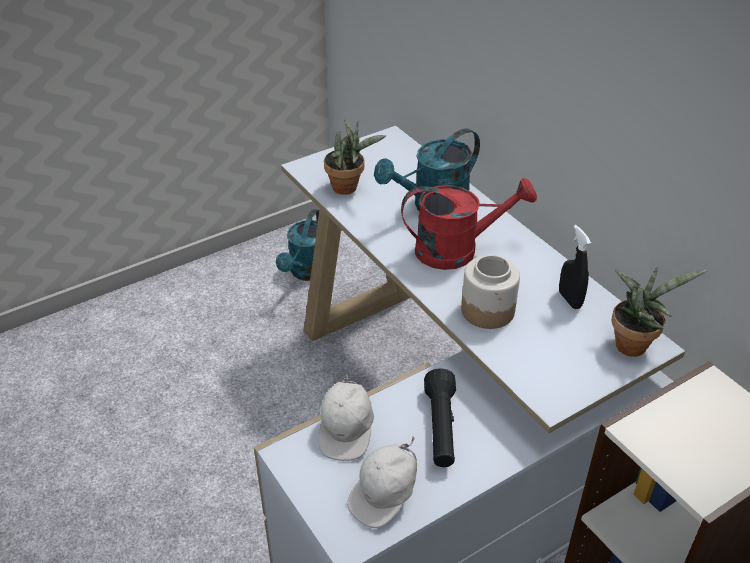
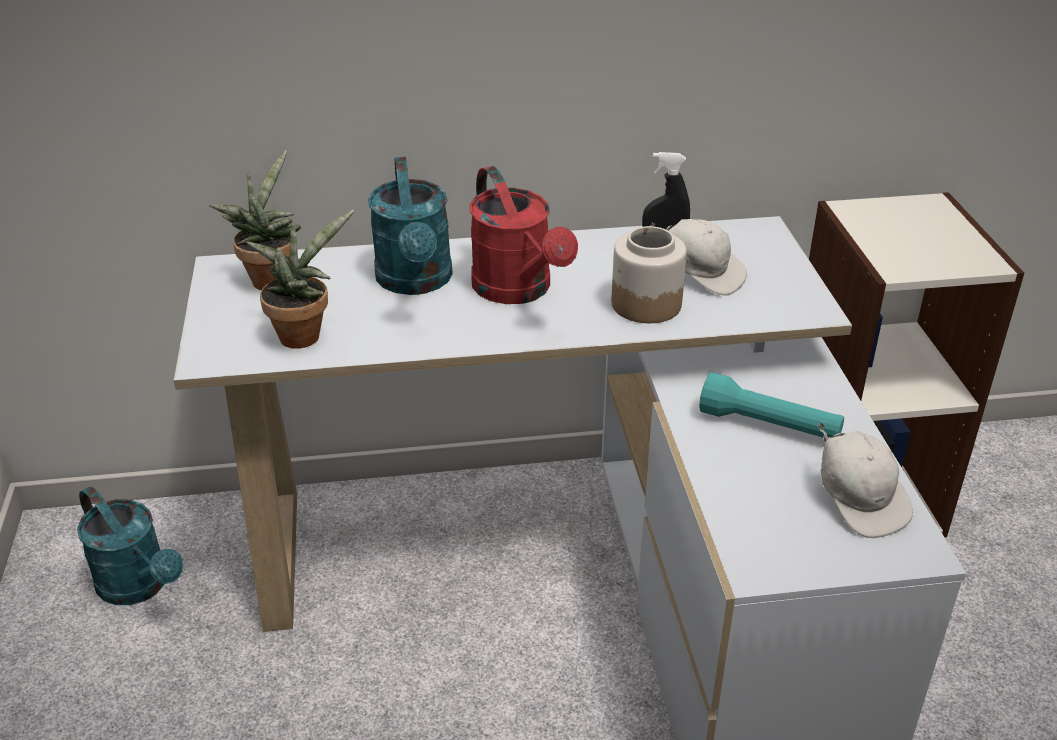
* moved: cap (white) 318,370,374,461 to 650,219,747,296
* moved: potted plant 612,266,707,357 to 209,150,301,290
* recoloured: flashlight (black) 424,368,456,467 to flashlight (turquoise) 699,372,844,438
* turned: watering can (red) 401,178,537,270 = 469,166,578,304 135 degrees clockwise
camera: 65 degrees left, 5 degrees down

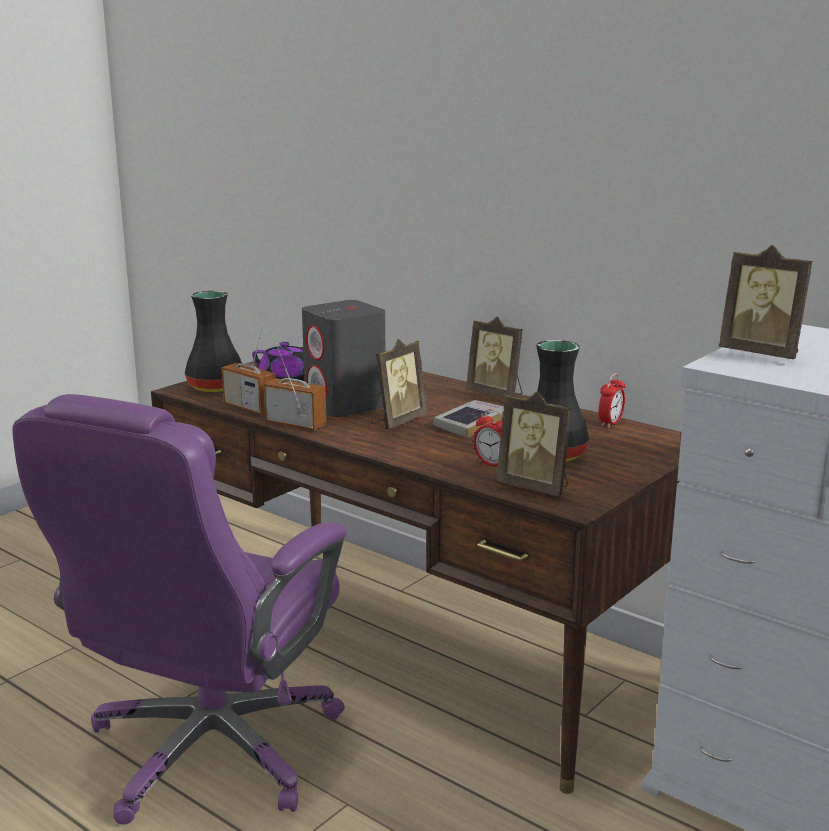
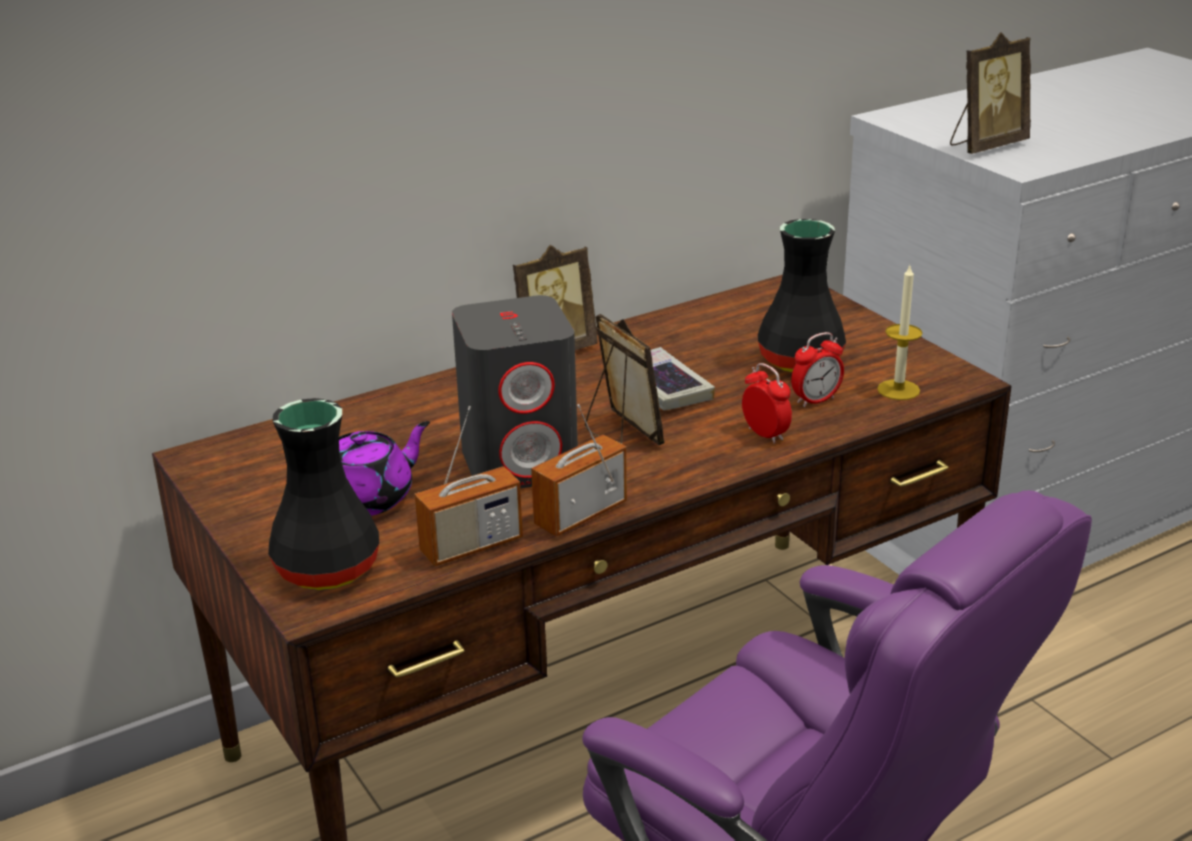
* moved: alarm clock 598,373,626,428 to 742,363,792,444
* replaced: picture frame 496,391,572,496 to candle 877,266,923,400
camera: 70 degrees left, 10 degrees up

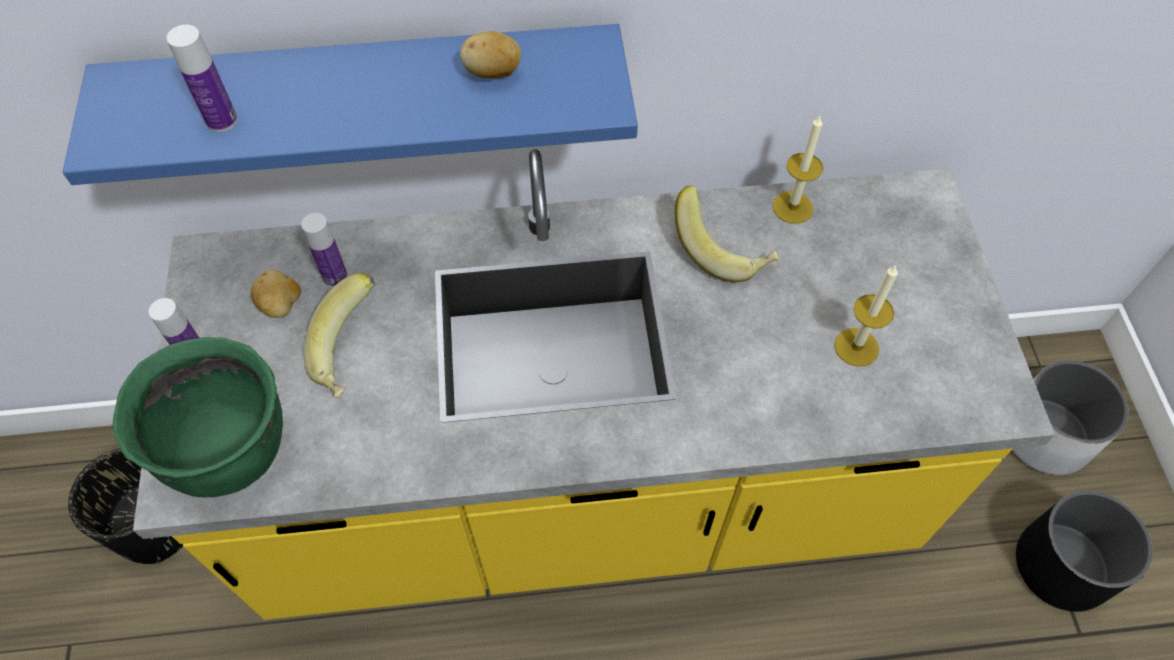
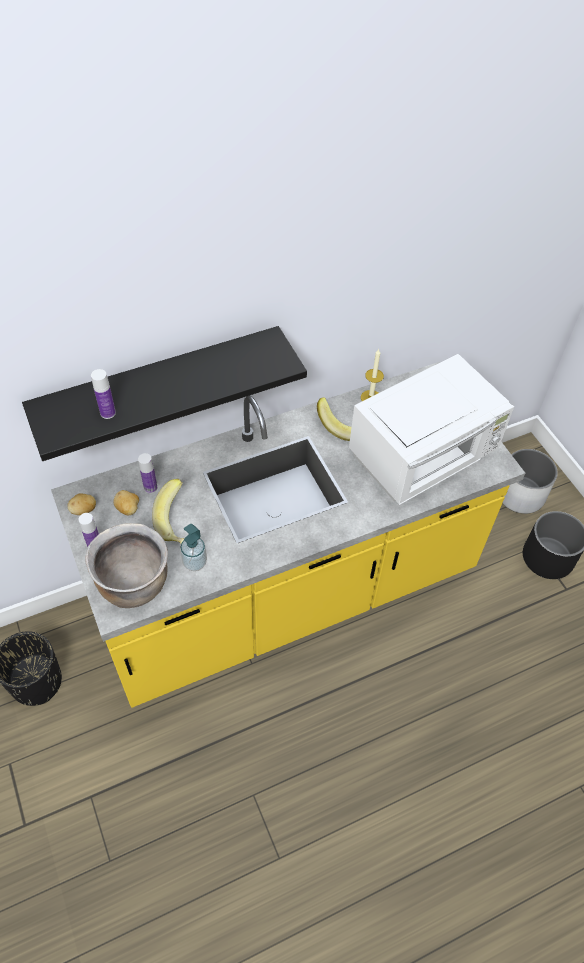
* added: soap dispenser 180,524,207,571
* moved: potato 460,31,521,78 to 67,493,96,515
* replaced: candle 834,265,898,366 to microwave (white) 349,354,514,505
* recoloured: shelf (blue) 63,24,638,185 to shelf (black) 22,326,307,461
* recoloured: cooking pot (green) 113,337,283,497 to cooking pot (brown) 85,523,168,608
camera: 20 degrees left, 5 degrees down

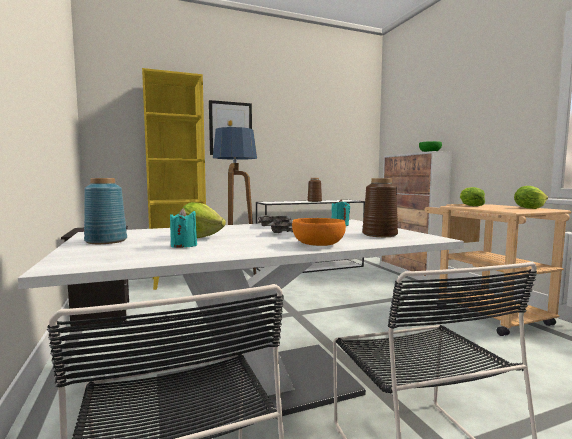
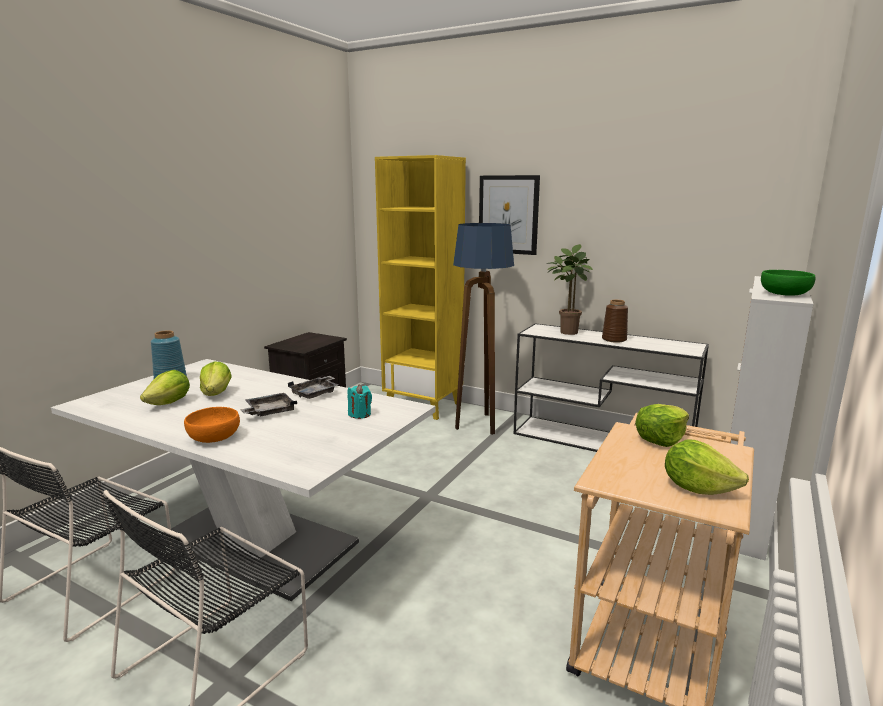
* removed: vase (brown) 362,178,398,237
* added: potted plant 548,244,593,335
* replaced: candle (turquoise) 170,208,197,248 to lettuce 140,370,190,405
camera: 50 degrees right, 10 degrees up

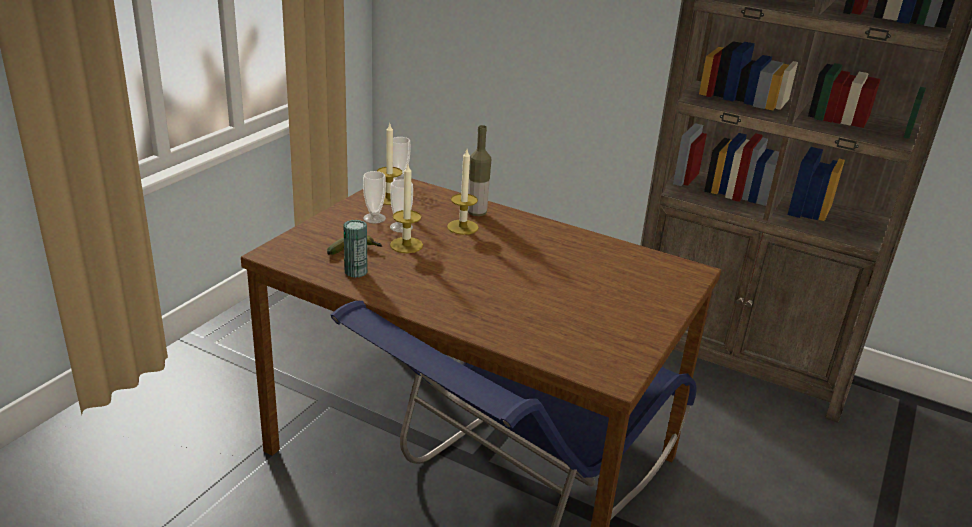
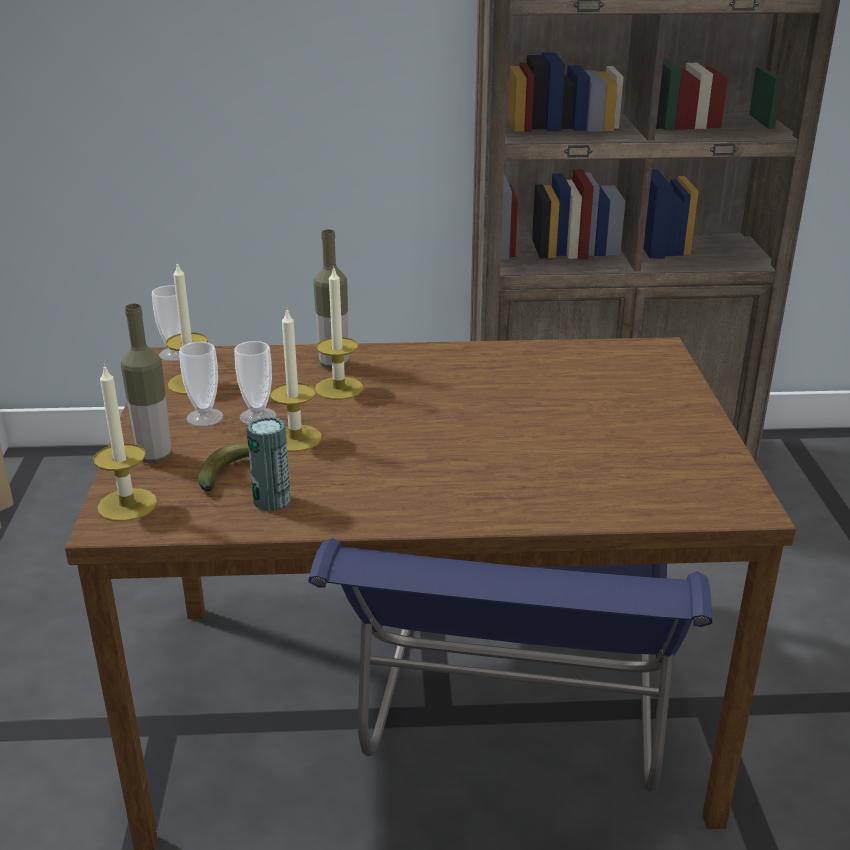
* added: candle 93,364,157,522
* added: bottle 121,304,172,463
camera: 30 degrees left, 0 degrees up

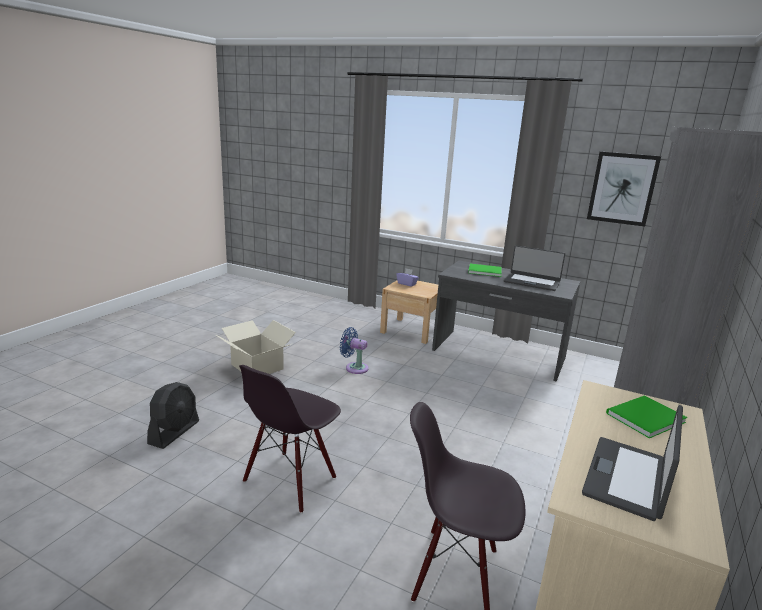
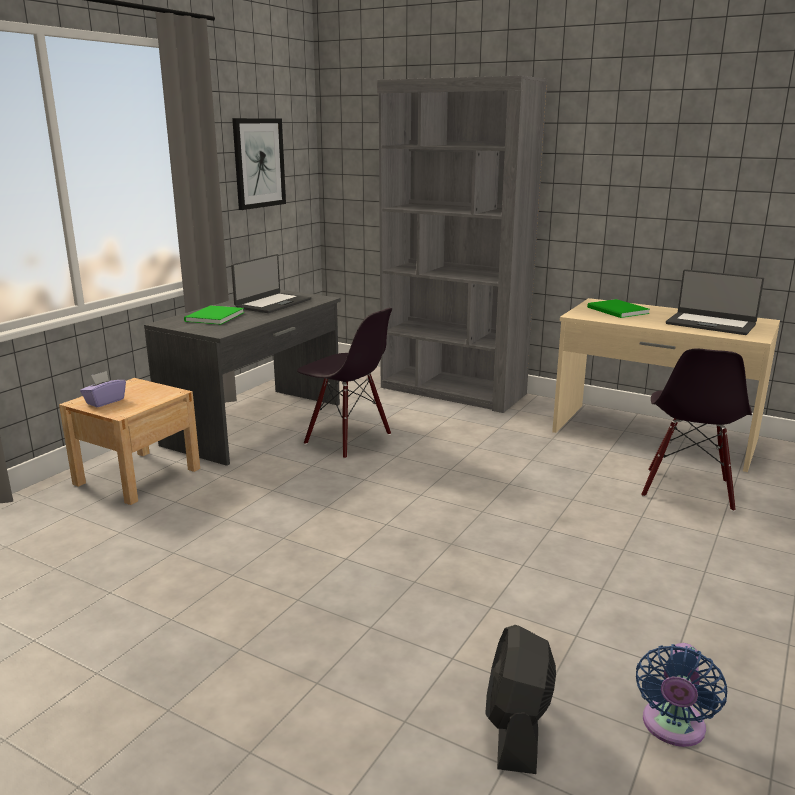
* removed: cardboard box 216,320,296,374
* moved: chair (black) 239,365,341,513 to 297,308,392,459
* moved: fan (blue) 340,327,369,374 to 636,643,727,747
* turned: fan (black) 147,382,199,449 = 485,625,556,774 105 degrees counterclockwise
camera: 85 degrees left, 0 degrees up

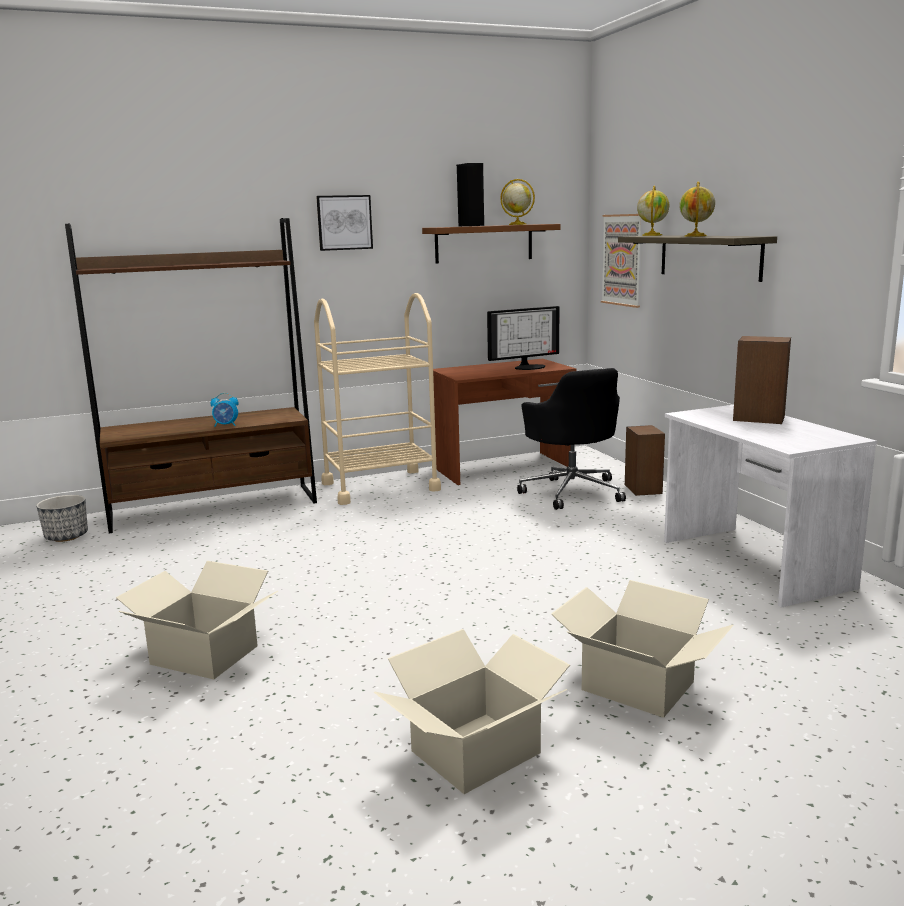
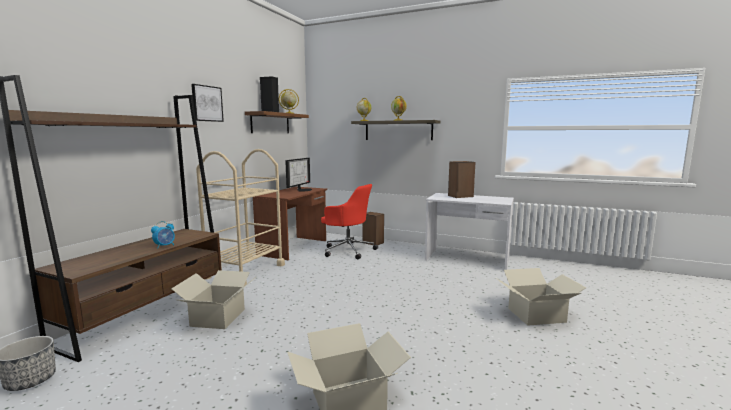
* removed: picture 601,214,641,308
* moved: cardboard box 374,629,570,794 to 171,270,257,329
* recoloured: office chair (black) 517,368,626,510 to office chair (red) 321,184,378,259
camera: 45 degrees left, 5 degrees down

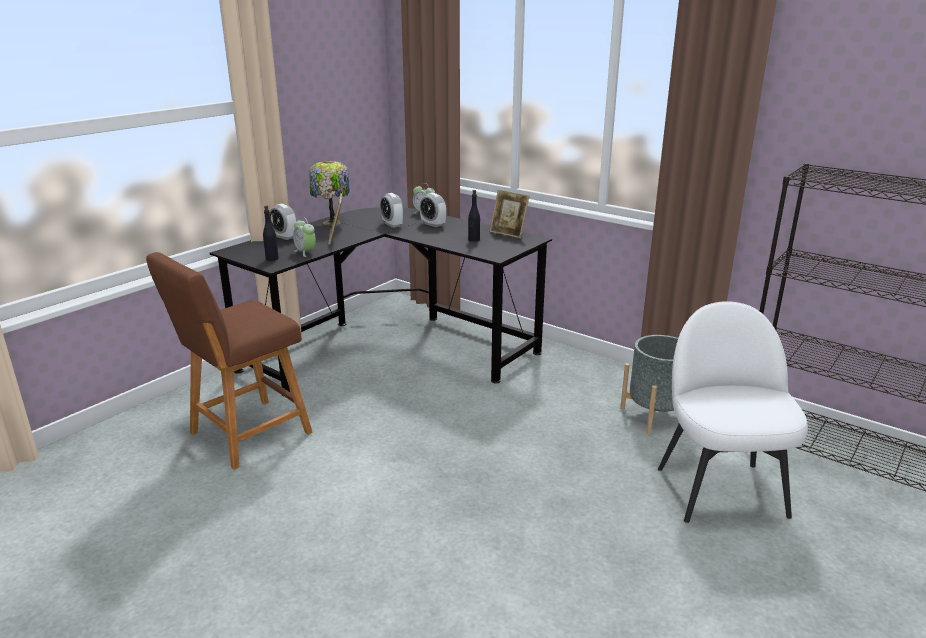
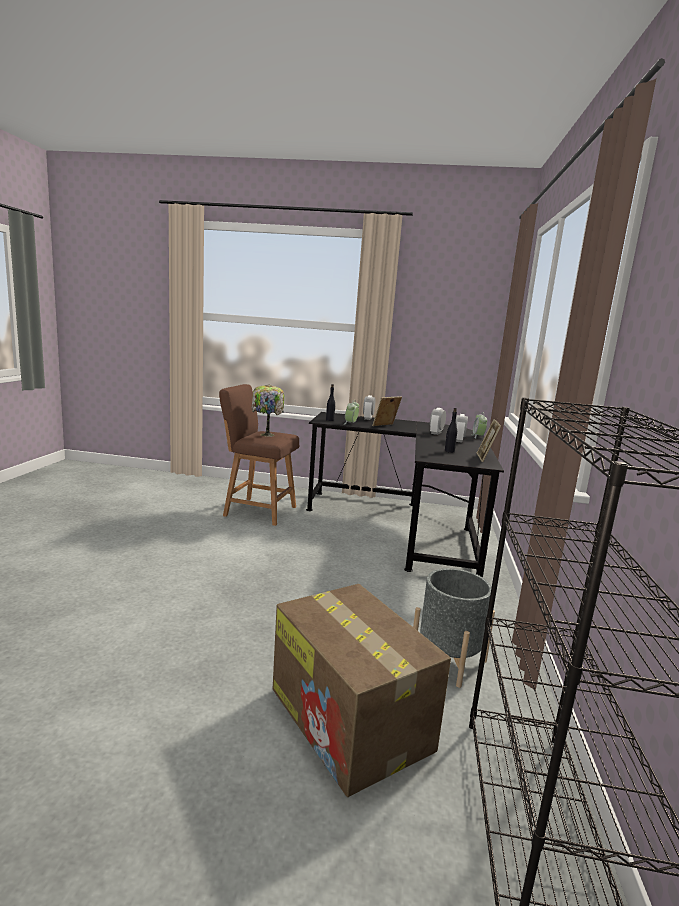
* moved: table lamp 309,160,350,225 to 252,384,284,437
* replaced: chair (white) 658,301,808,523 to cardboard box 273,584,451,797
camera: 60 degrees right, 10 degrees down

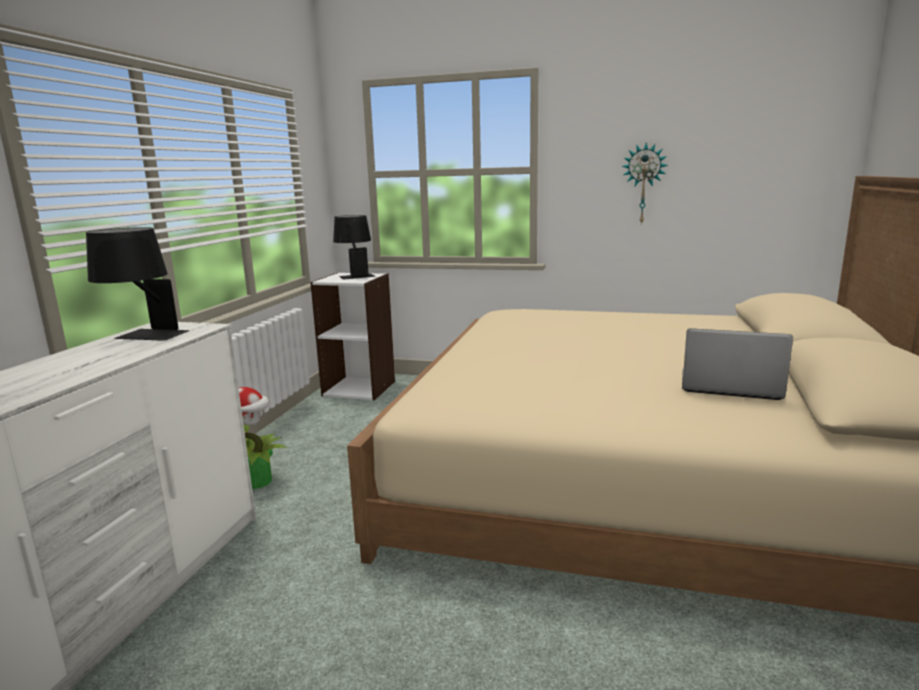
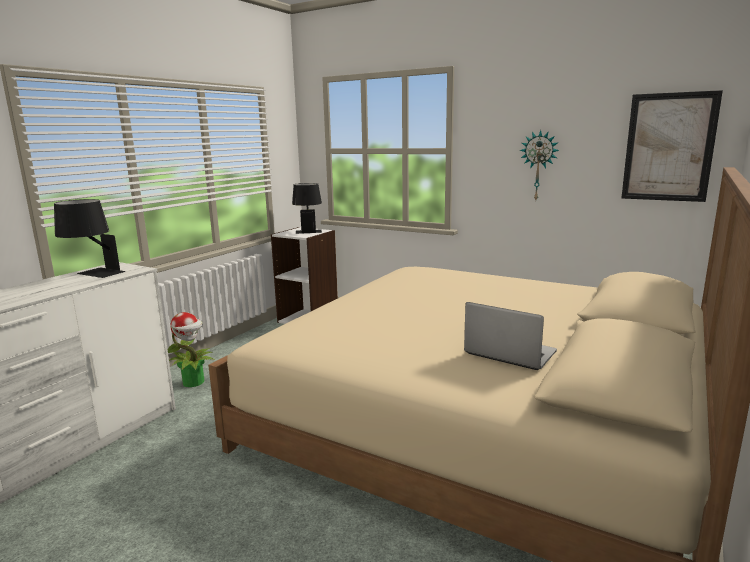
* added: picture 621,90,723,202
camera: 15 degrees right, 0 degrees up

